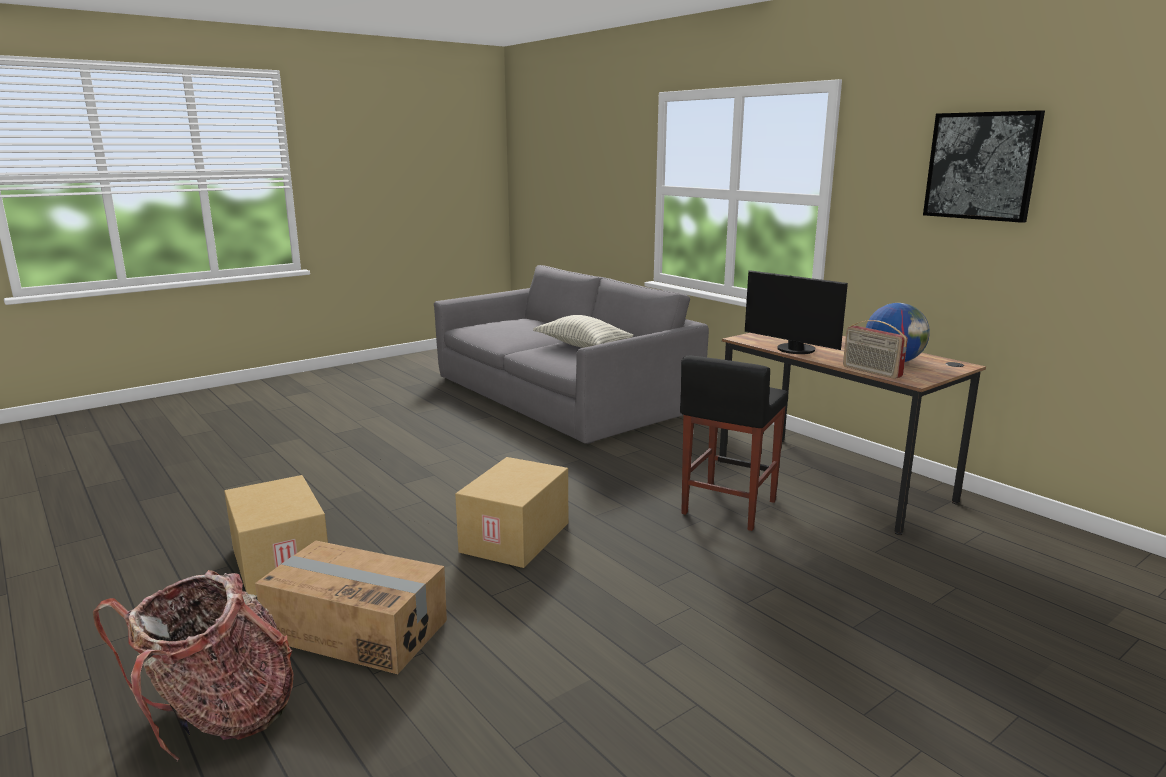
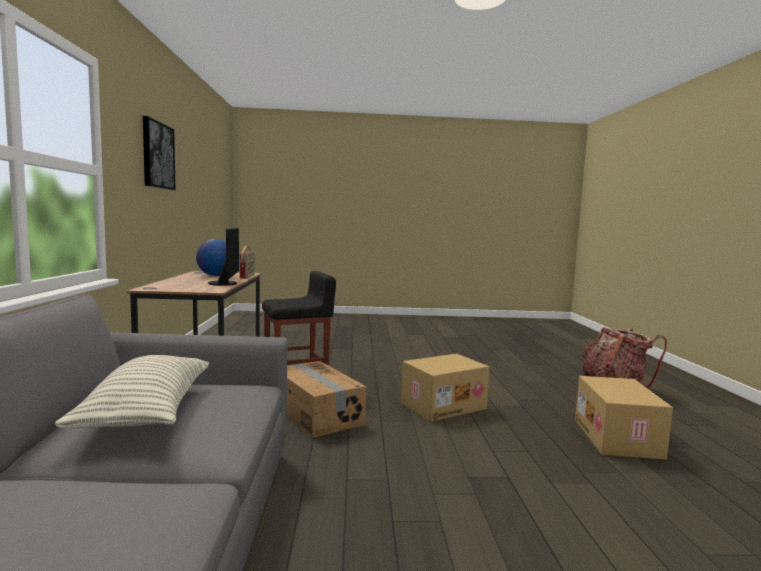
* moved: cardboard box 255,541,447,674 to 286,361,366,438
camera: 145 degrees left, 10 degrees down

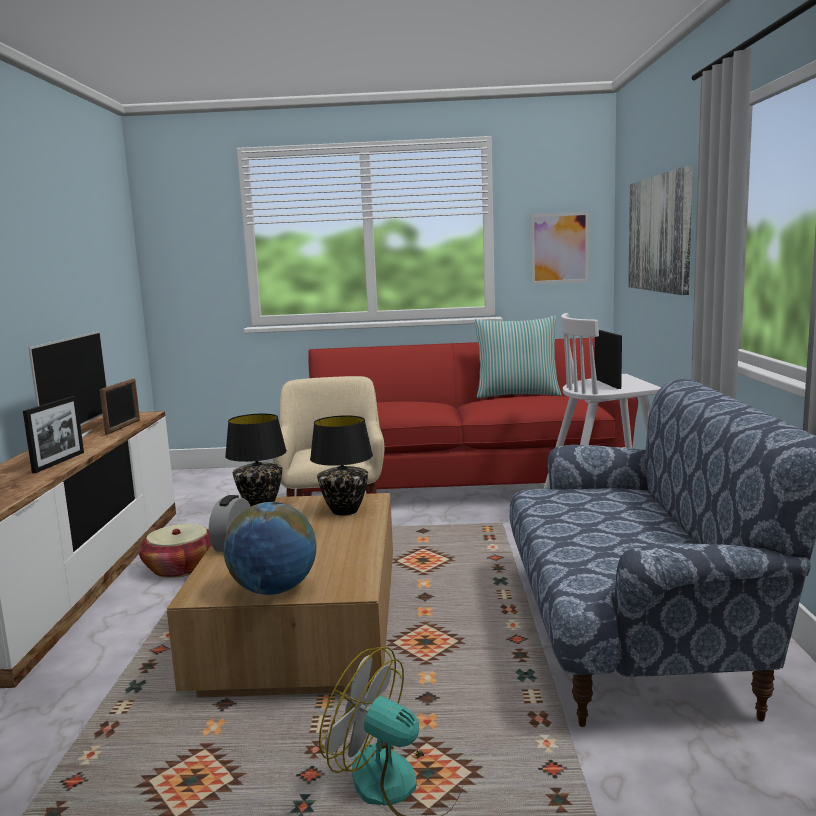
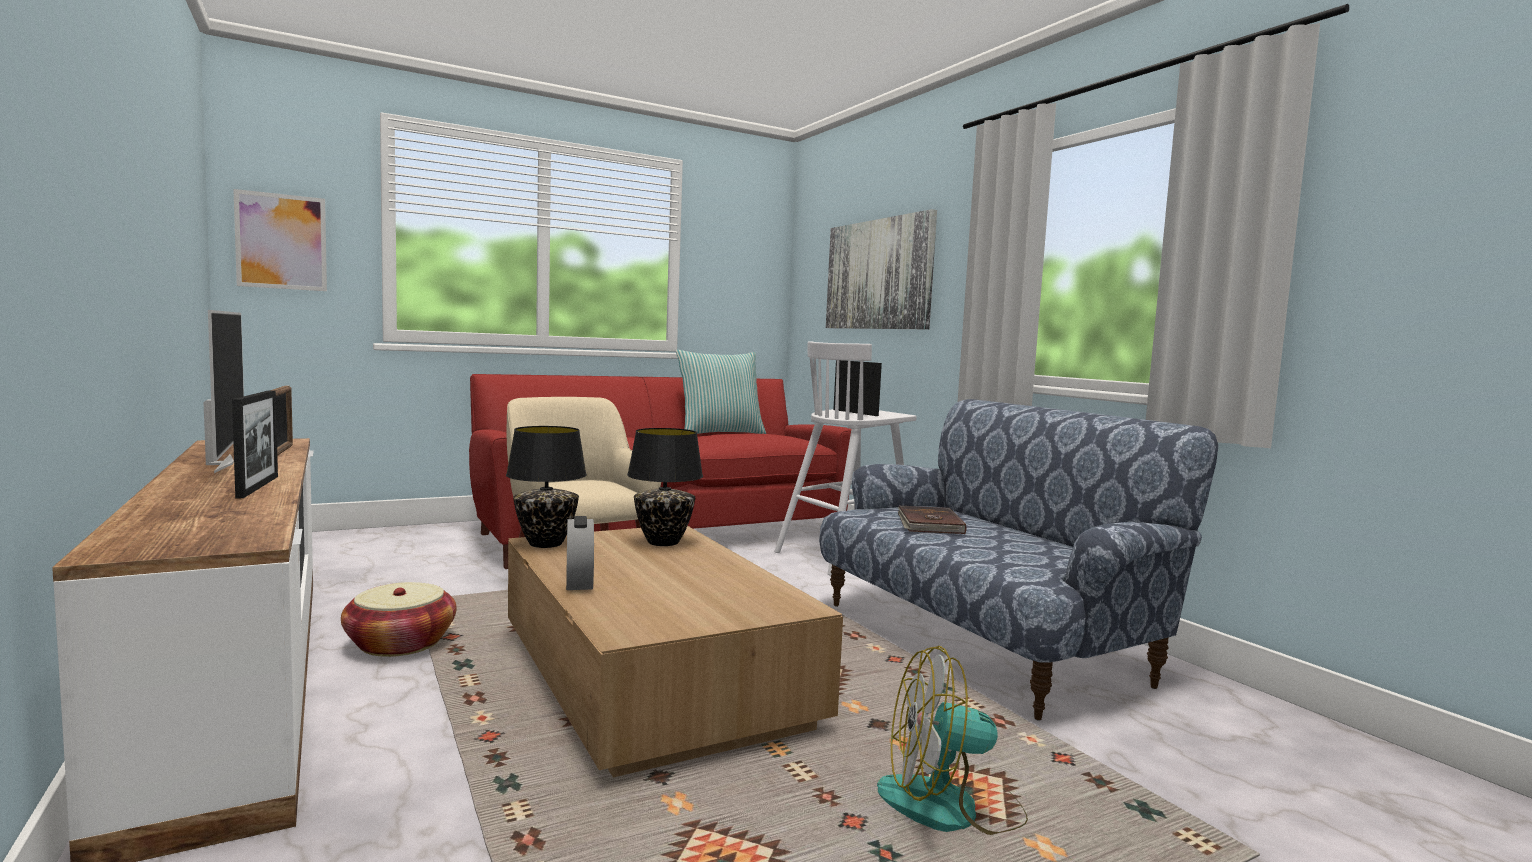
* removed: globe 224,502,316,595
* added: book (brown) 897,506,966,534
* moved: picture 531,212,589,284 to 233,189,327,291
camera: 30 degrees left, 5 degrees down

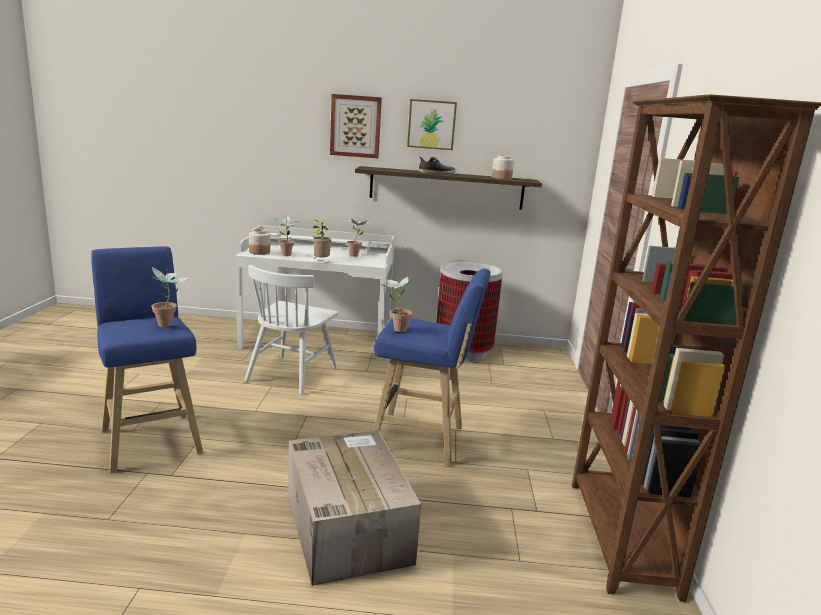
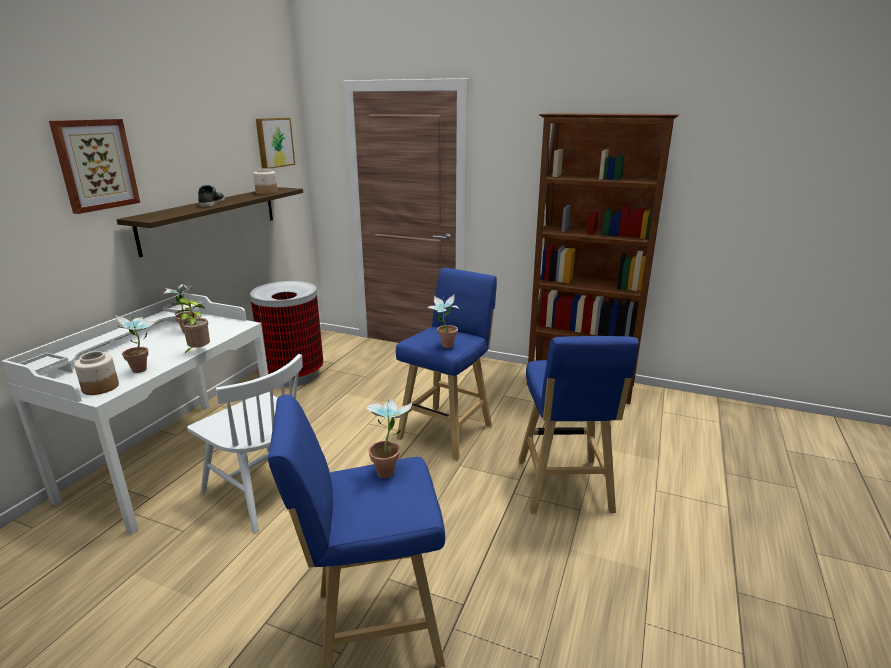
* moved: picture 407,99,457,150 to 256,118,295,169
* replaced: cardboard box 288,430,421,586 to stool (blue) 518,336,638,514
camera: 70 degrees left, 5 degrees up

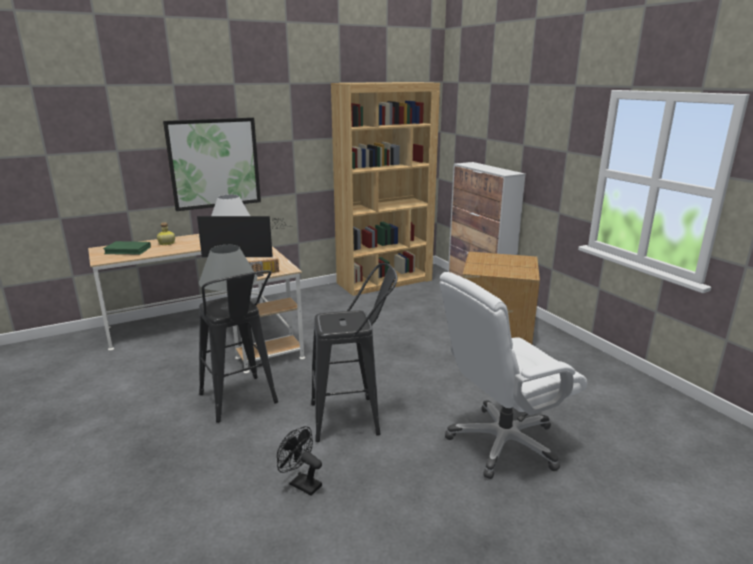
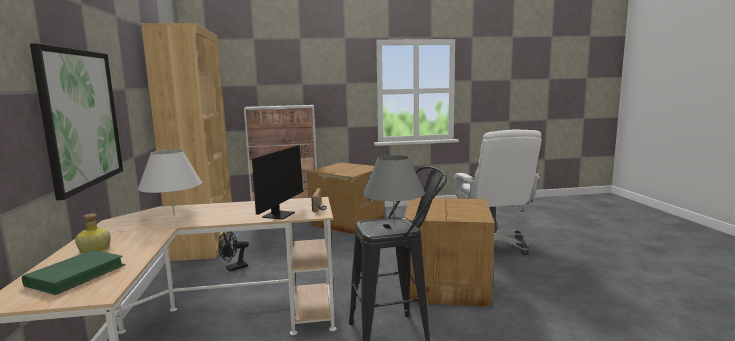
* moved: fan (black) 277,426,322,496 to 218,231,249,272
* replaced: stool (black) 311,263,398,442 to cardboard box 404,198,495,307
camera: 70 degrees left, 10 degrees down

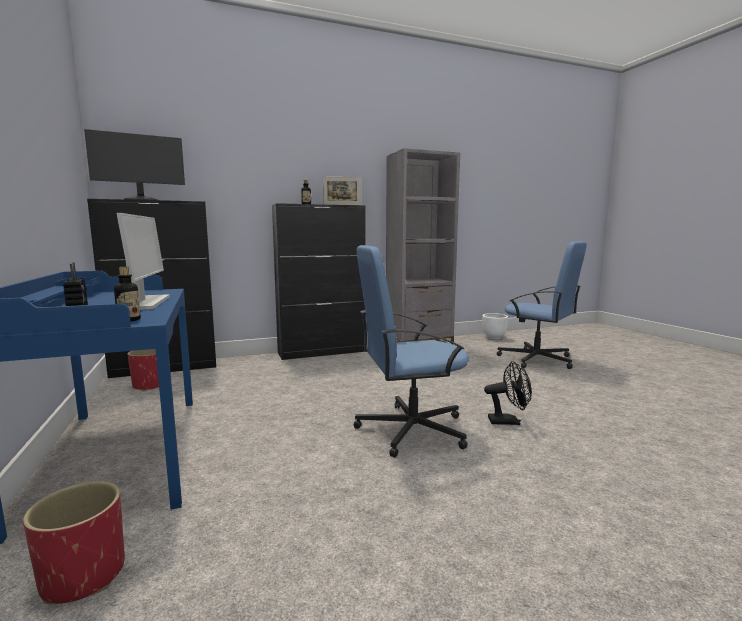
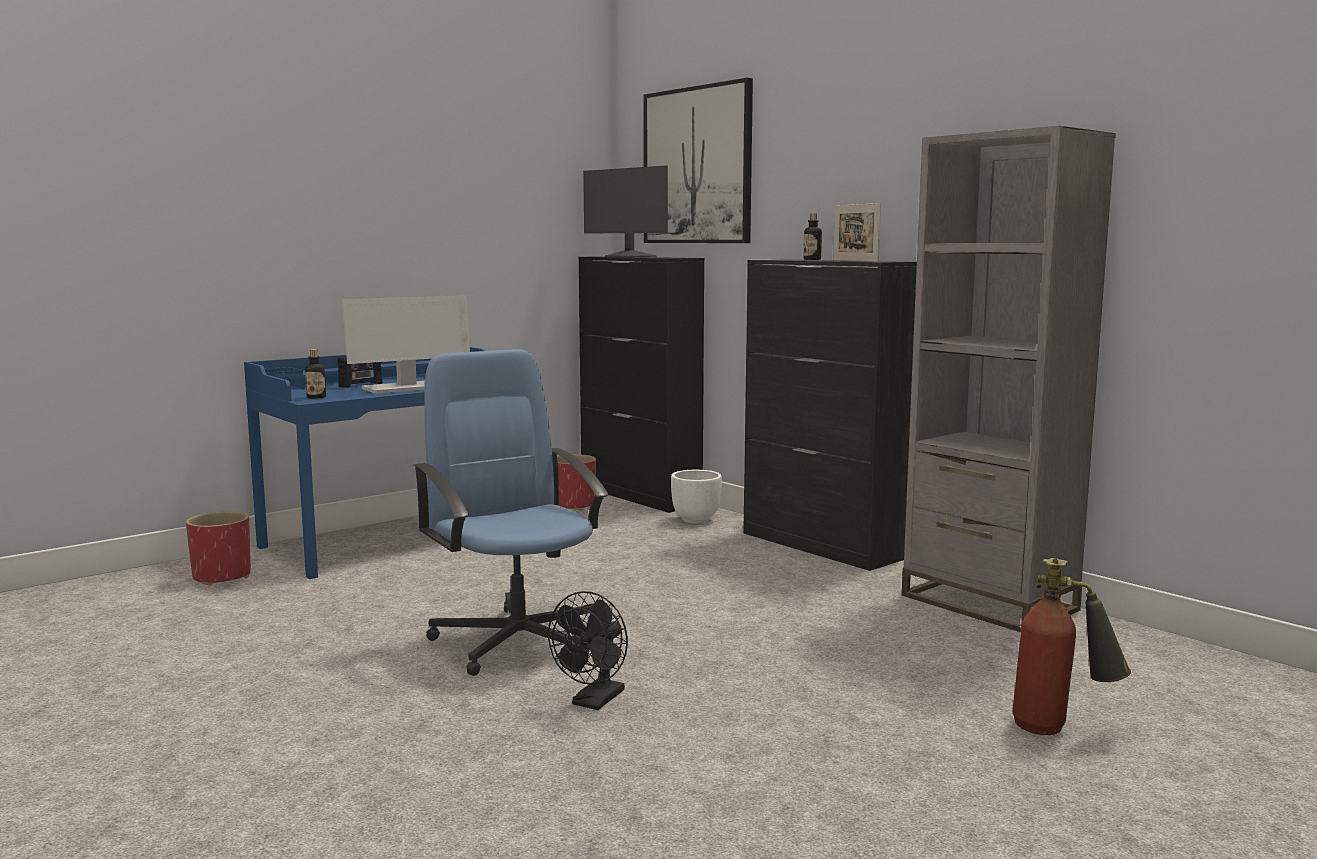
* added: picture 643,78,753,243
* moved: planter (white) 482,313,508,339 to 671,470,722,524
* replaced: office chair (blue) 497,241,587,369 to fire extinguisher 1013,558,1131,735
* turned: fan (black) 484,361,532,425 = 548,591,628,710 45 degrees clockwise
camera: 70 degrees right, 0 degrees up

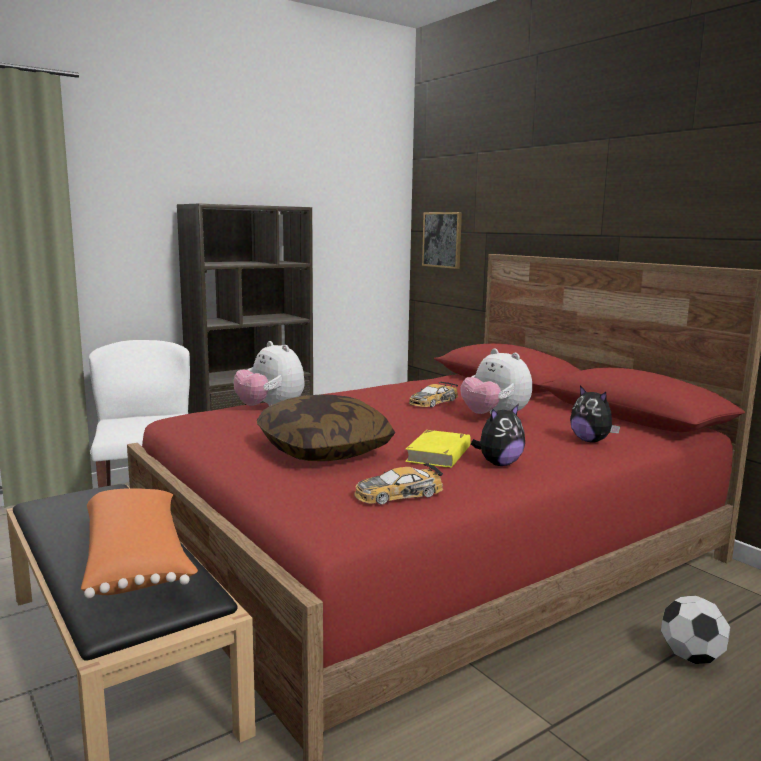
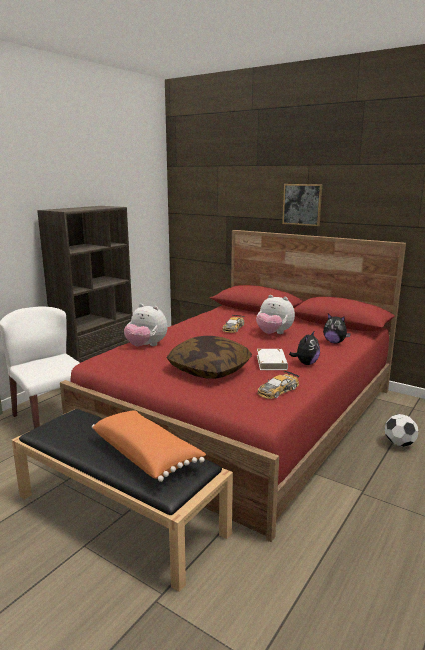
* moved: picture 422,212,462,269 to 282,184,322,226
* recoloured: book (yellow) 405,430,471,468 to book (white) 257,349,288,370
camera: 20 degrees left, 5 degrees up

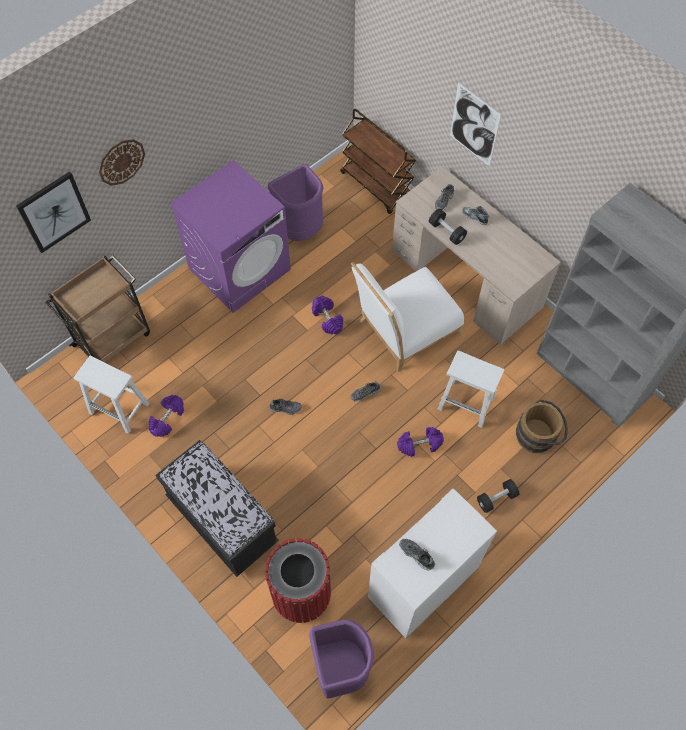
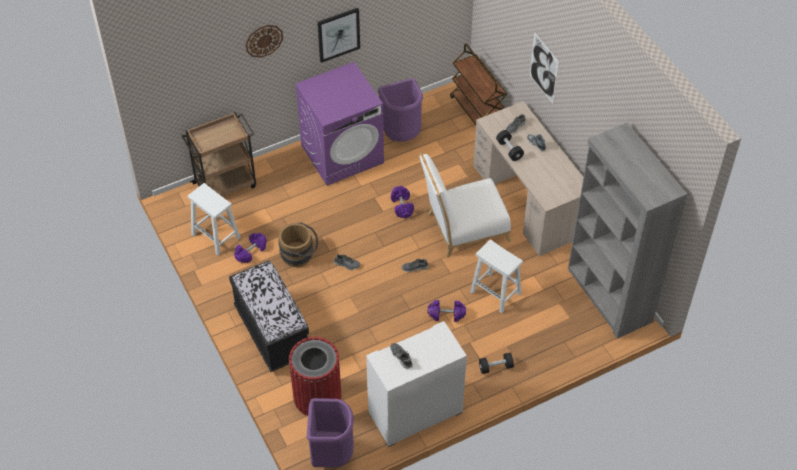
* moved: picture 16,171,91,253 to 317,8,360,63
* moved: bucket (brown) 516,399,568,453 to 278,222,318,267
camera: 15 degrees right, 10 degrees down

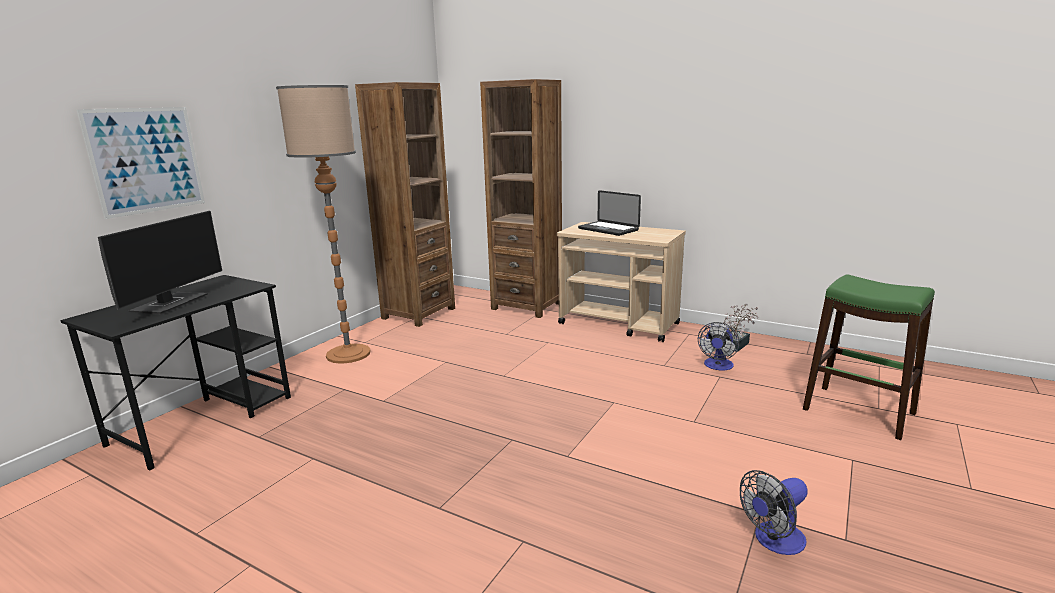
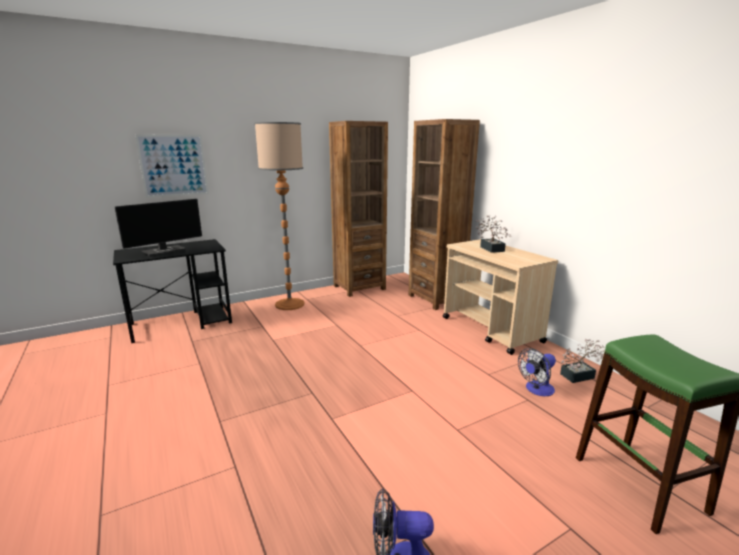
* replaced: laptop 578,190,641,236 to potted plant 476,215,511,253
camera: 30 degrees right, 0 degrees up

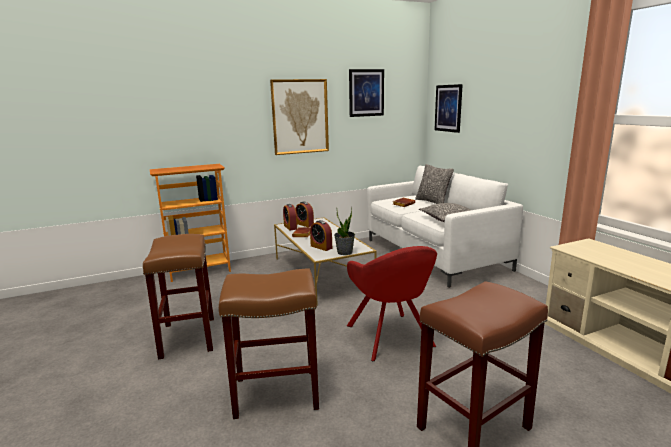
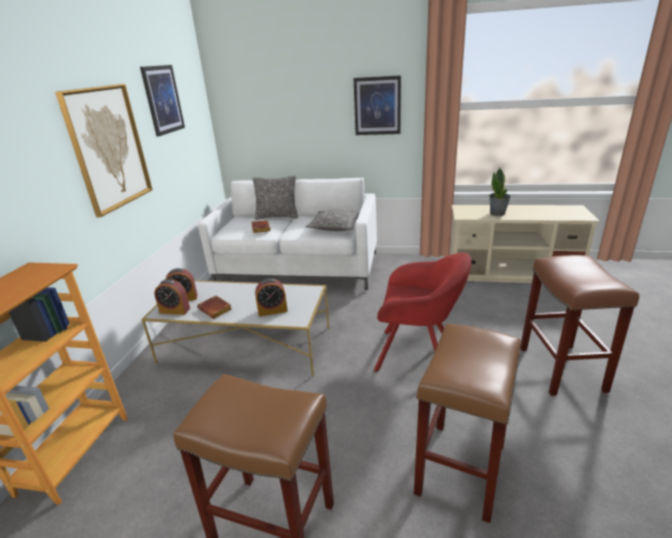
* moved: potted plant 334,207,355,255 to 489,168,511,216
* moved: picture 435,84,463,133 to 354,75,401,135
camera: 55 degrees left, 10 degrees up

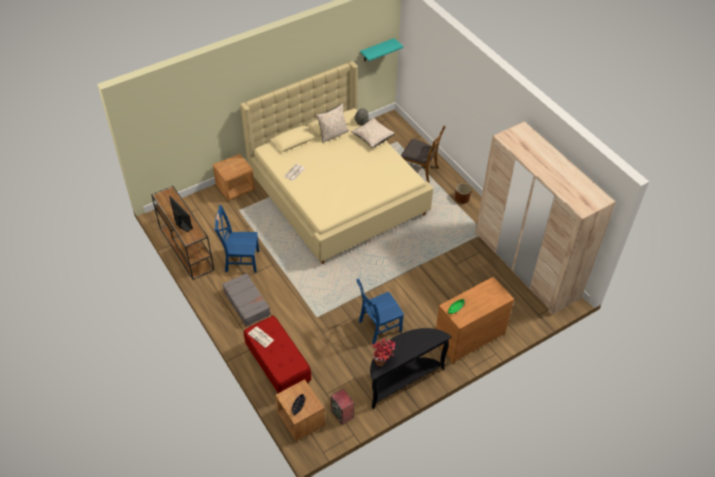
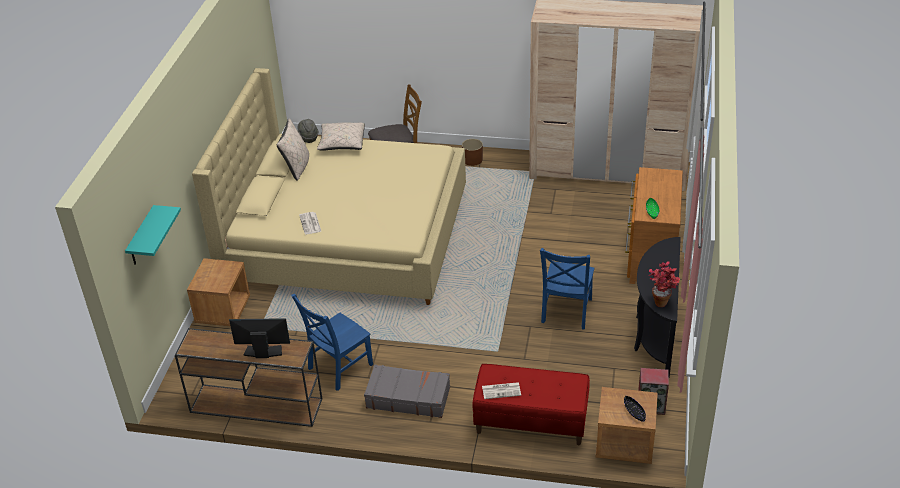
* moved: shelf (turquoise) 360,38,403,61 to 125,205,181,265
camera: 45 degrees left, 10 degrees down

